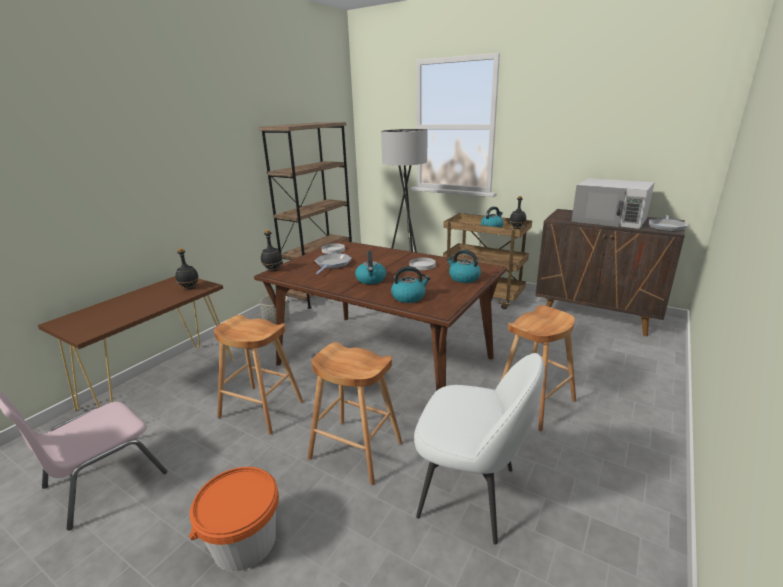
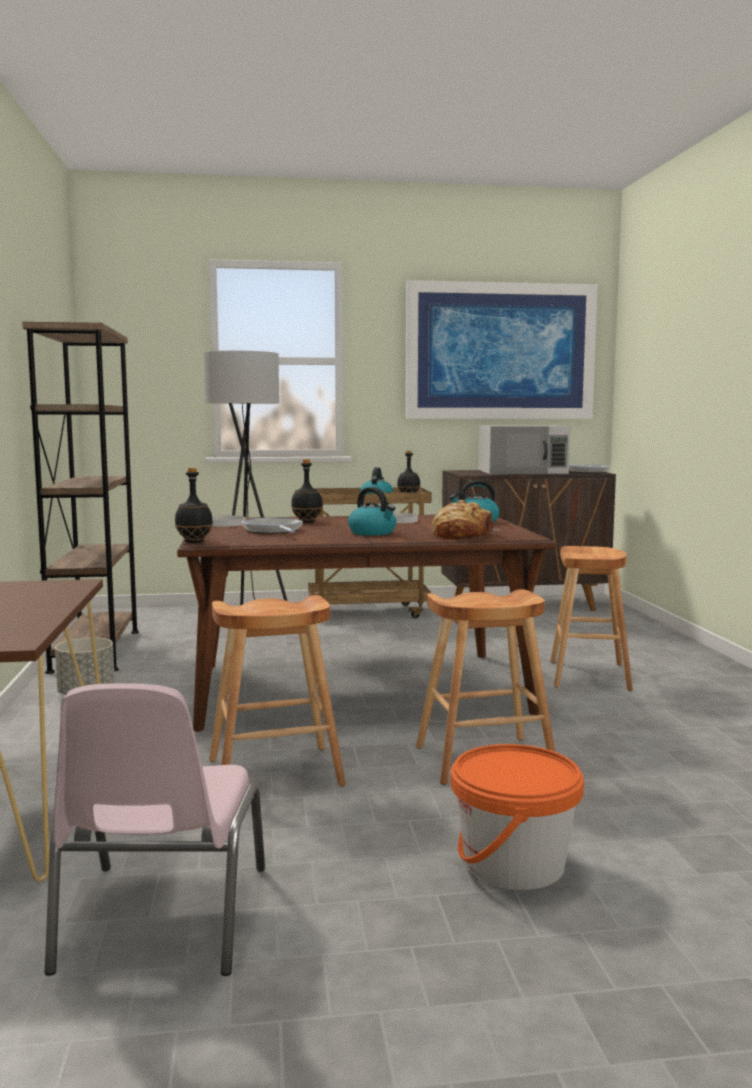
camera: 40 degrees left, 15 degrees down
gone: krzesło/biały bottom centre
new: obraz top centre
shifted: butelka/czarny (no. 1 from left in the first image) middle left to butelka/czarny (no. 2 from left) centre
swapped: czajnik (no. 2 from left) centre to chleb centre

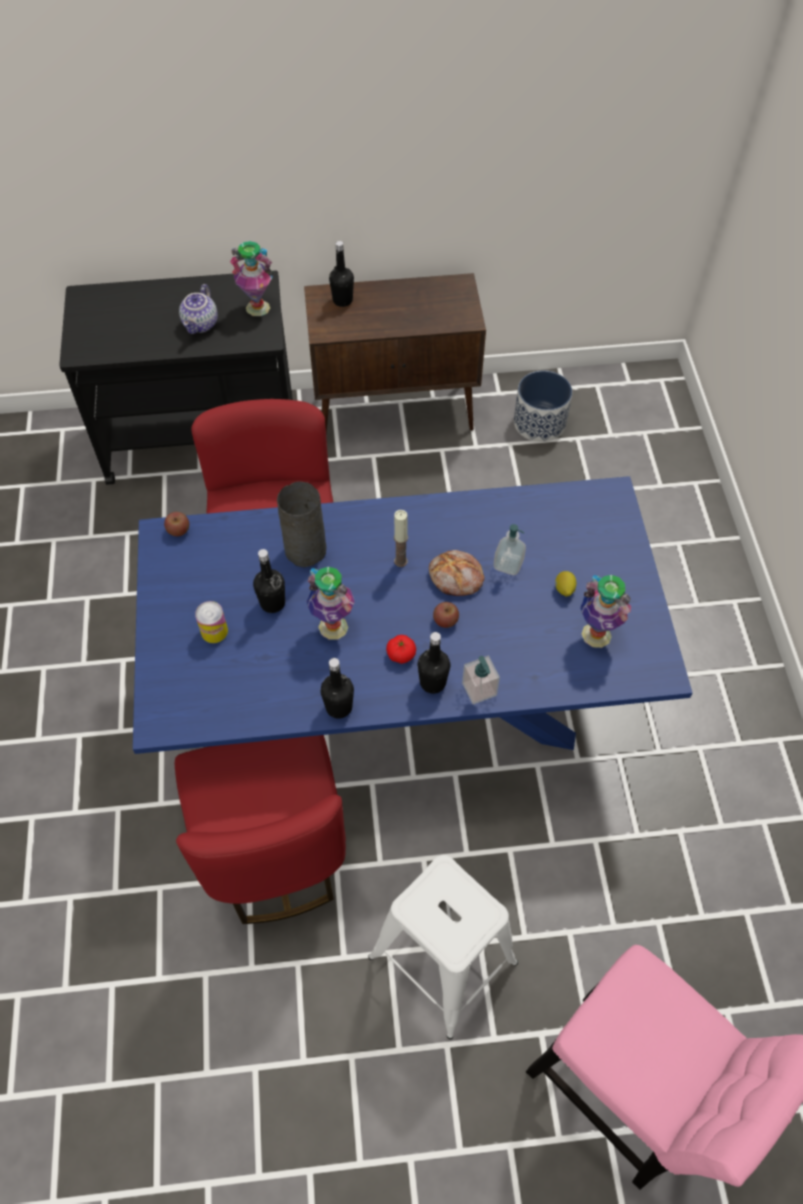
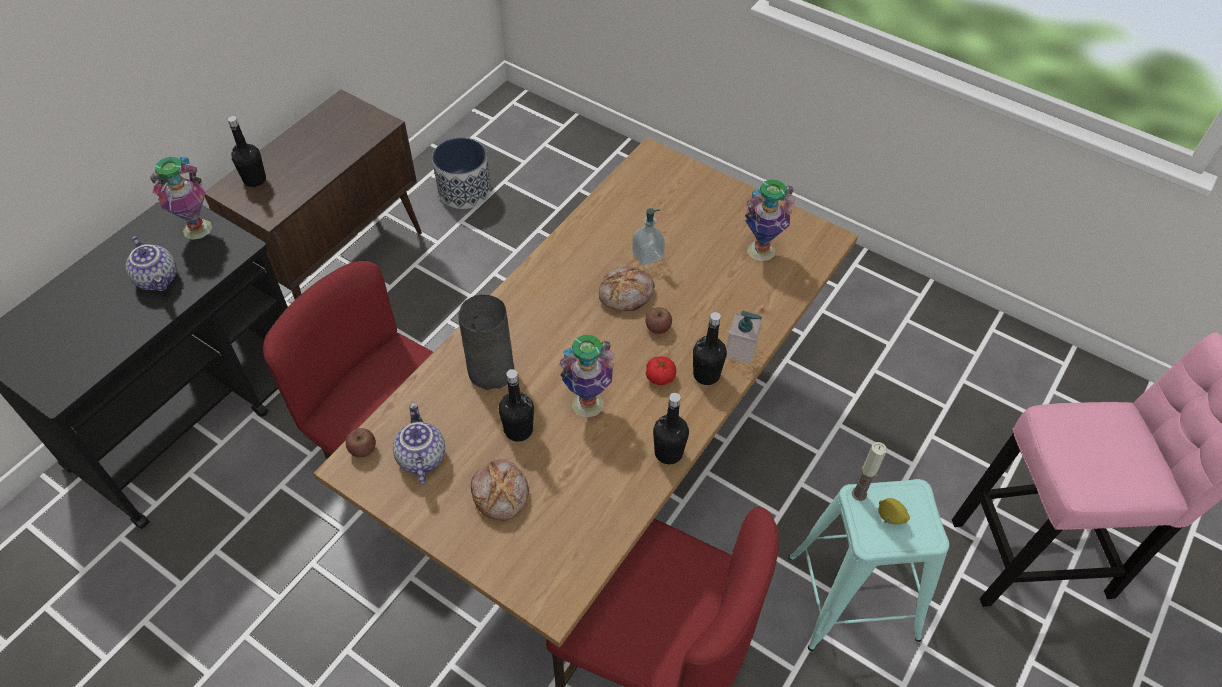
camera: 50 degrees left, 5 degrees down
new: imbryk (no. 2 from left) centre
shifted: świeca centre to bottom right; cytryna middle right to bottom right
swapped: puszka middle left to chleb (no. 1 from left) bottom centre
repainted: stół jadalny/niebieski centre to stół jadalny/brązowy centre; stołek/biały bottom centre to stołek/turkusowy bottom right

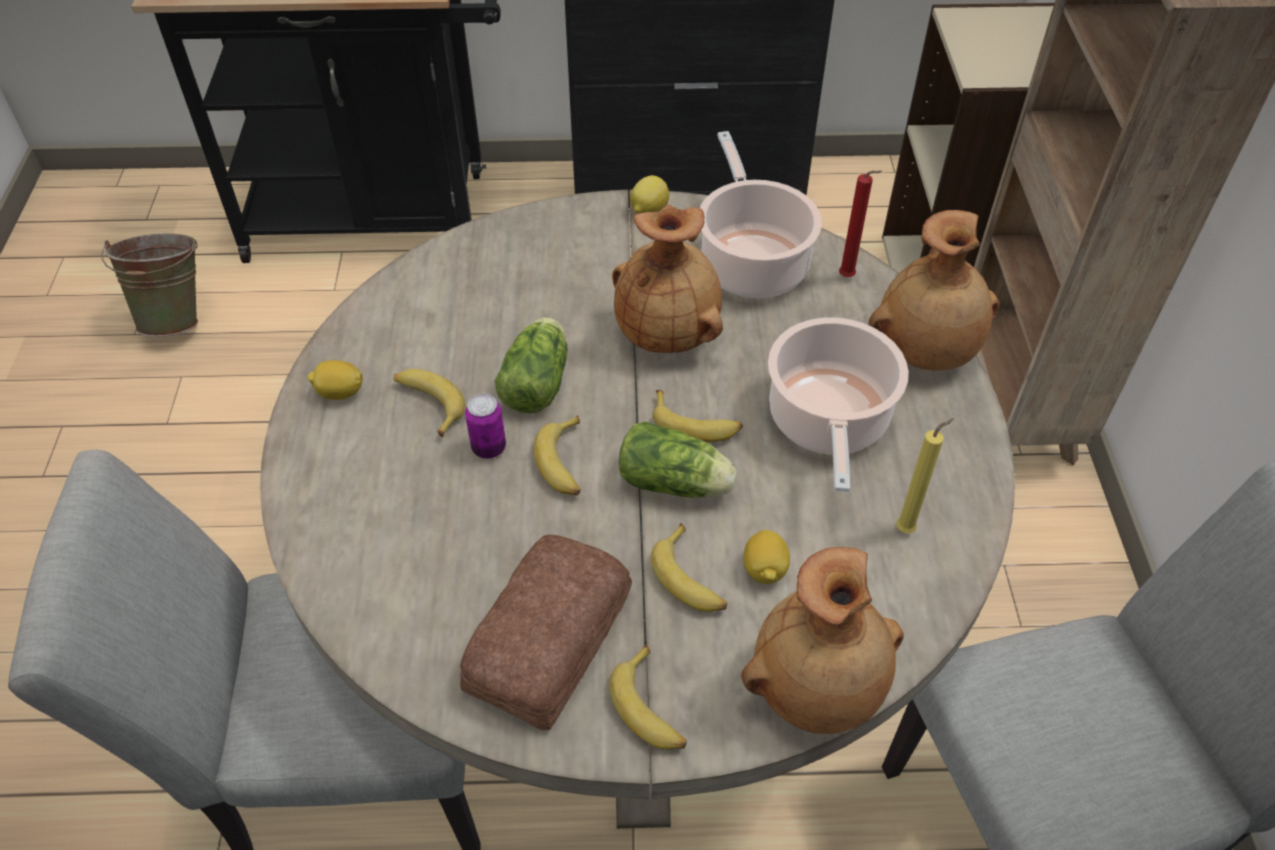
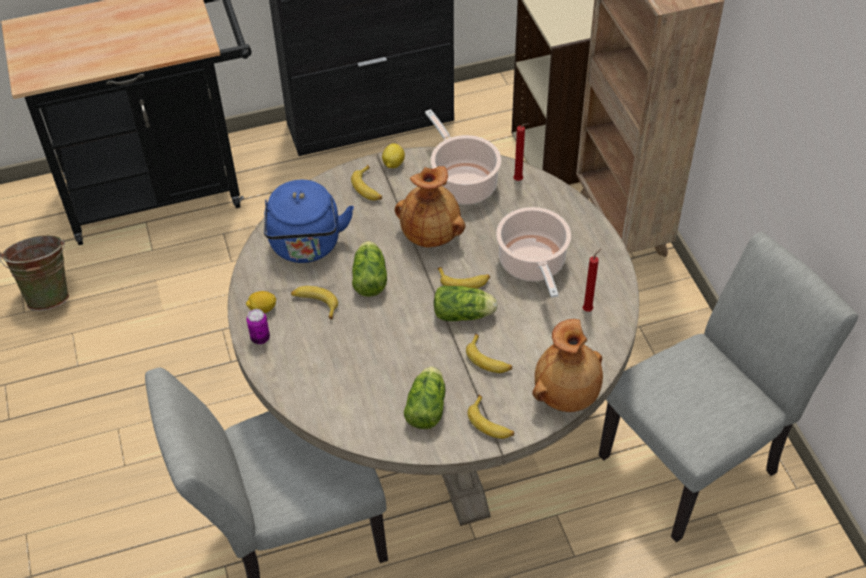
camera: 15 degrees left, 0 degrees up
gone: cytryna (no. 3 from left) centre; wazon/brązowy (no. 3 from left) middle right
new: czajnik/niebieski centre
shifted: puszka centre to middle left; banan (no. 2 from left) centre to top centre
swapped: chleb bottom centre to sałata (no. 2 from left) bottom centre
repainted: świeca/żółty middle right to świeca/czerwony (no. 2 from left) middle right

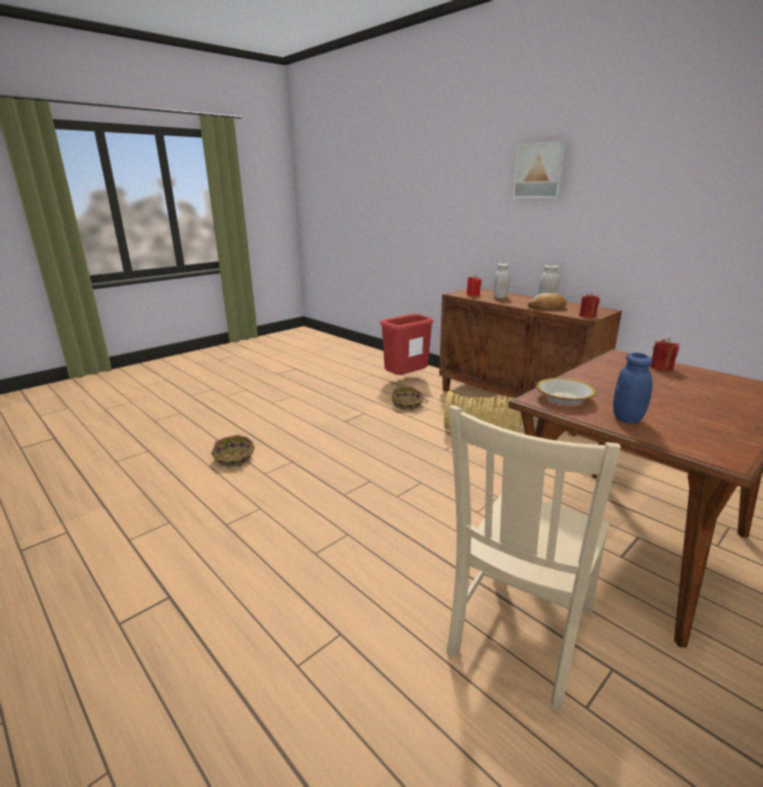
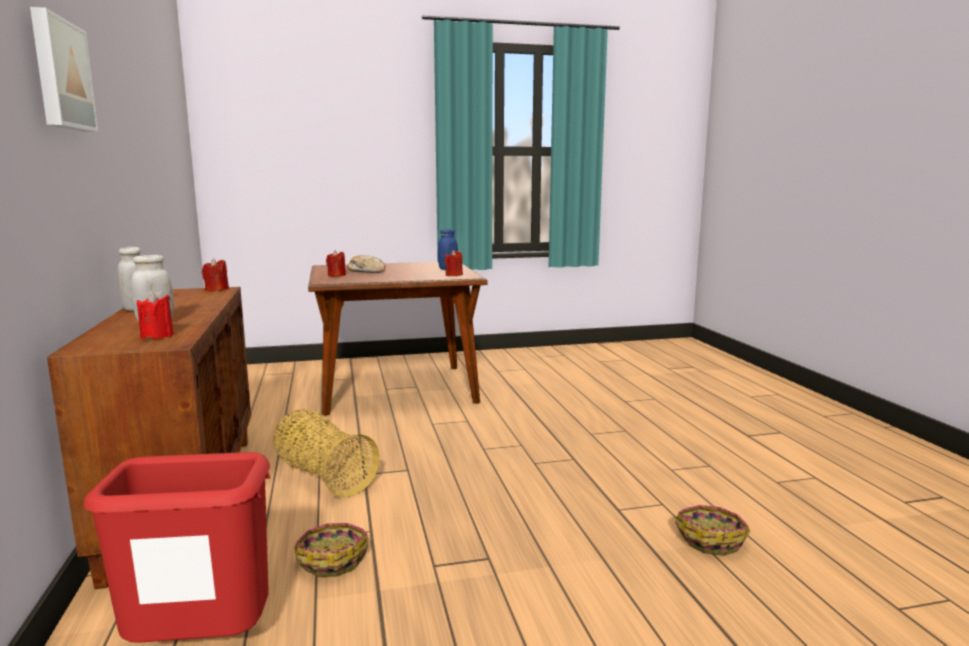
camera: 150 degrees left, 10 degrees down
gone: krzesło/beżowy bottom right
shifted: chleb middle right to centre
swapped: miska middle right to świeca/czerwony (no. 4 from left) centre

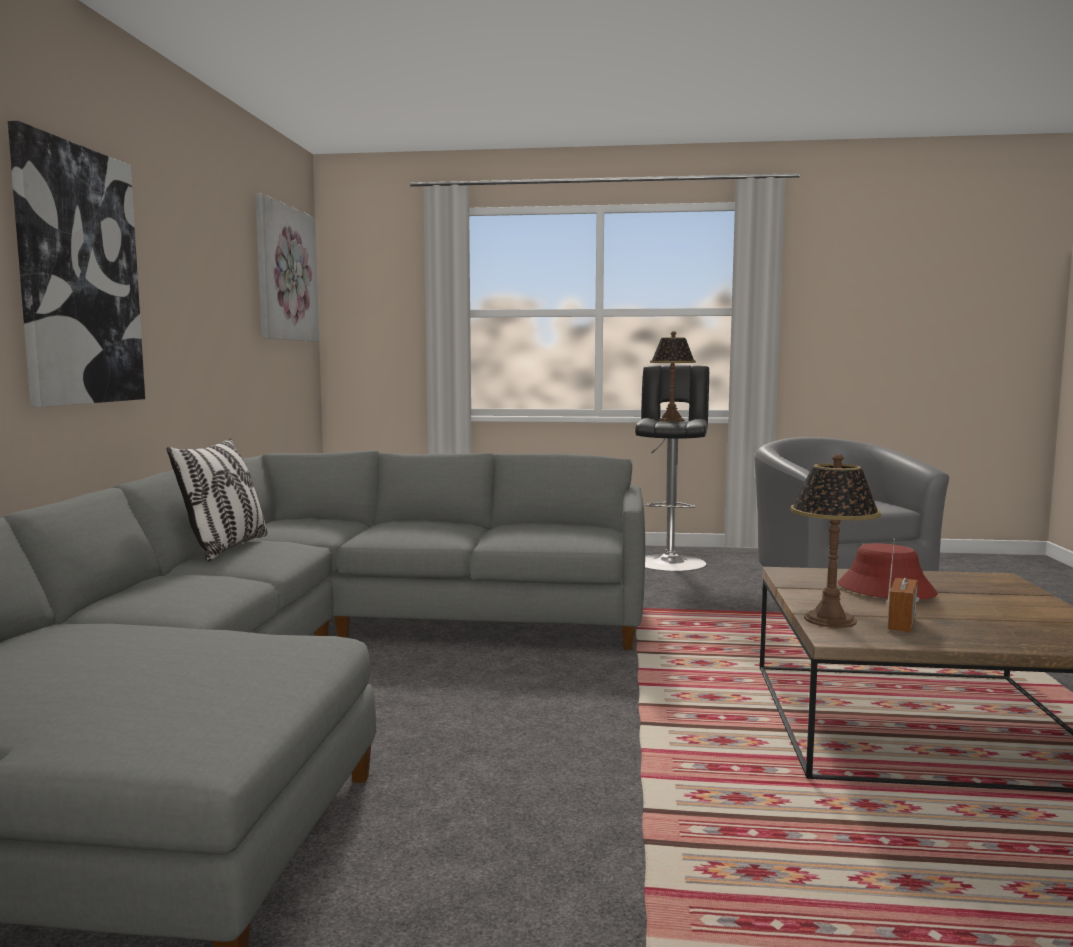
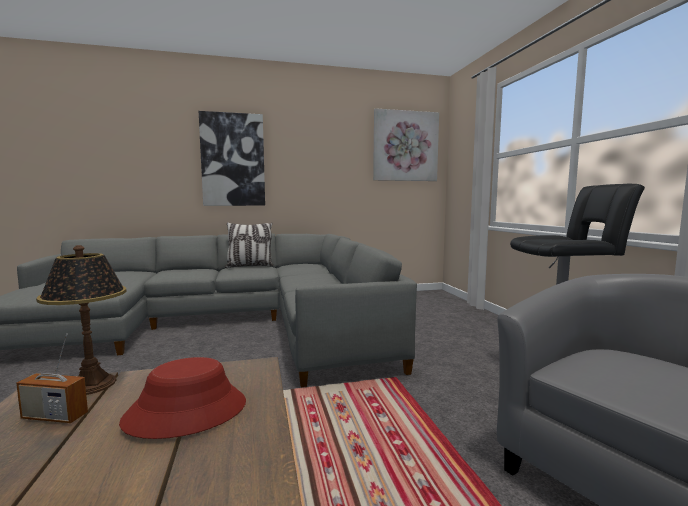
camera: 70 degrees right, 0 degrees up
gone: lampa stołowa (no. 1 from left) centre

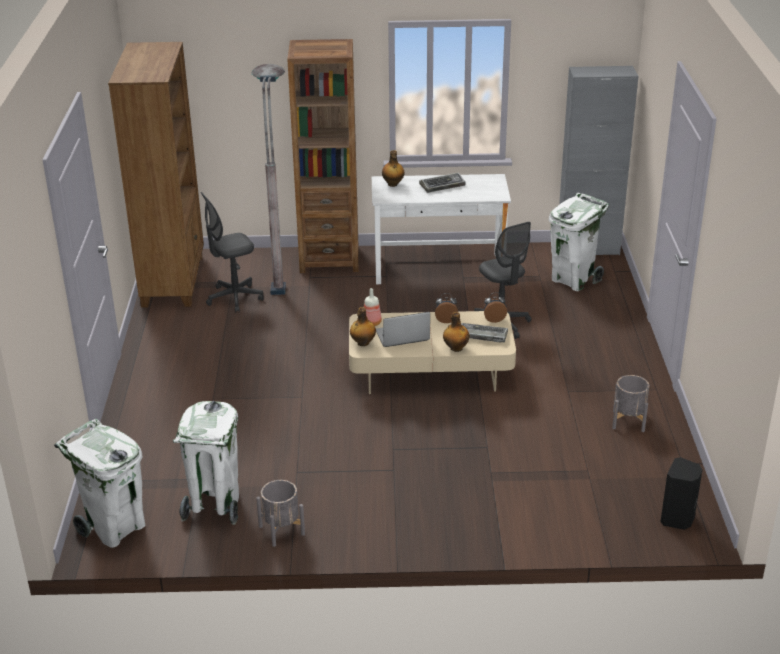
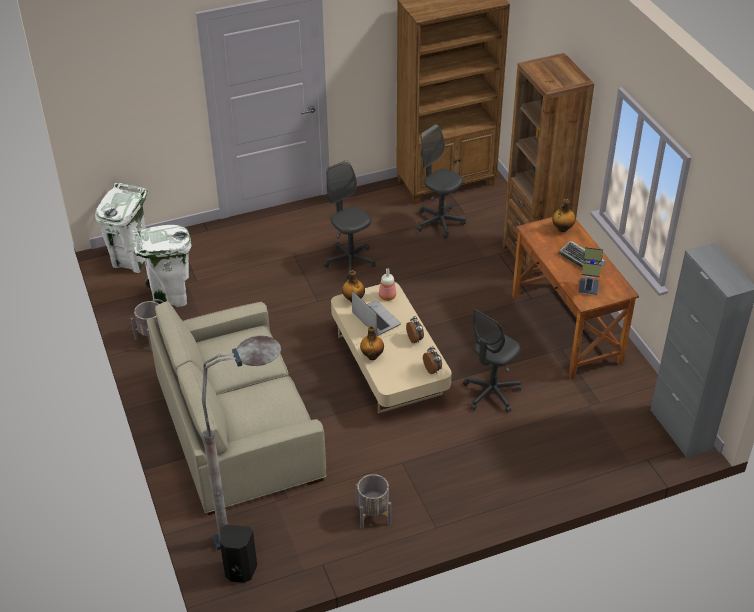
camera: 70 degrees right, 10 degrees up
gone: klawiatura (no. 2 from left) centre; kosz na śmieci/biały (no. 3 from left) middle right
new: kanapa/beżowy bottom left; krzesło biurowe/szary (no. 1 from left) centre; lampa stołowa middle right
shifted: lampa stojąca/szary top centre to bottom left
repainted: biurko/biały centre to biurko/brązowy middle right

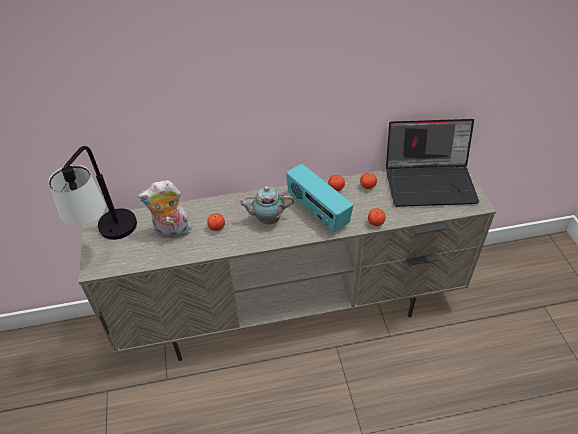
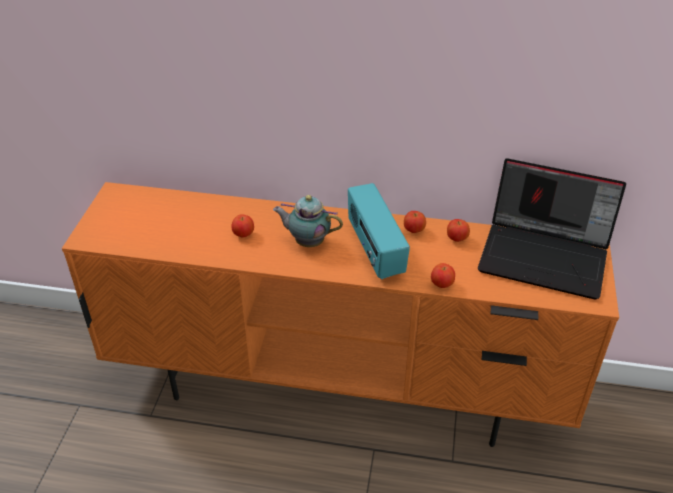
camera: 20 degrees right, 5 degrees down
gone: lampa stołowa middle left; pluszak middle left
repainted: szafka pod telewizor/beżowy centre to szafka pod telewizor/pomarańczowy centre

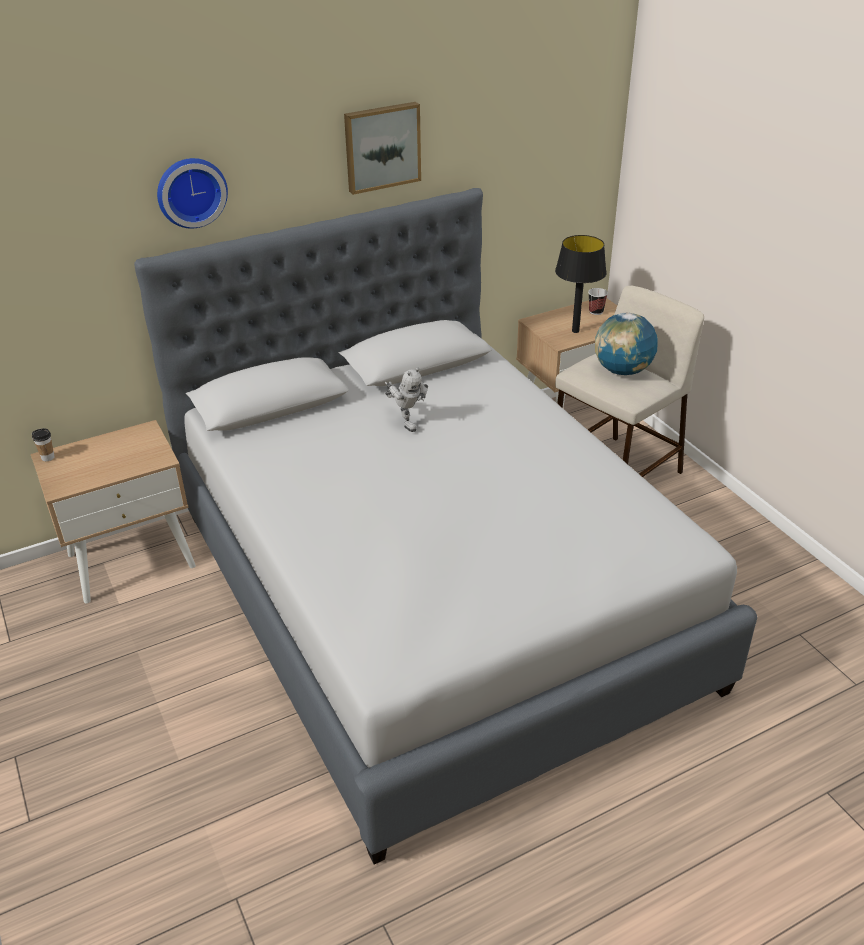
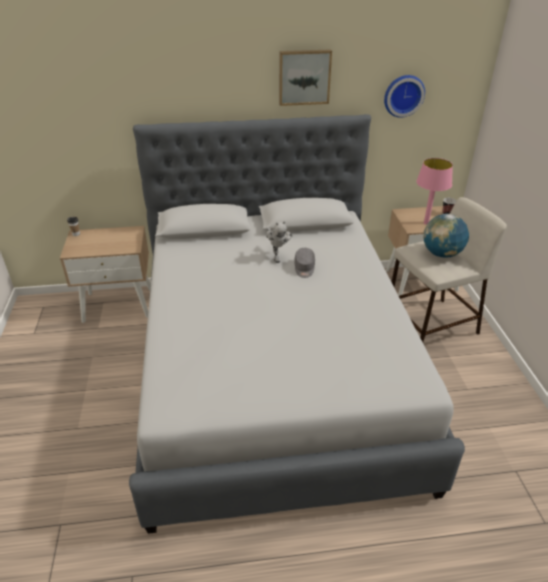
camera: 20 degrees right, 0 degrees up
new: czapka z daszkiem/szary centre
shifted: zegar ścienny top left to top right
repainted: lampa stołowa/czarny top right to lampa stołowa/różowy top right

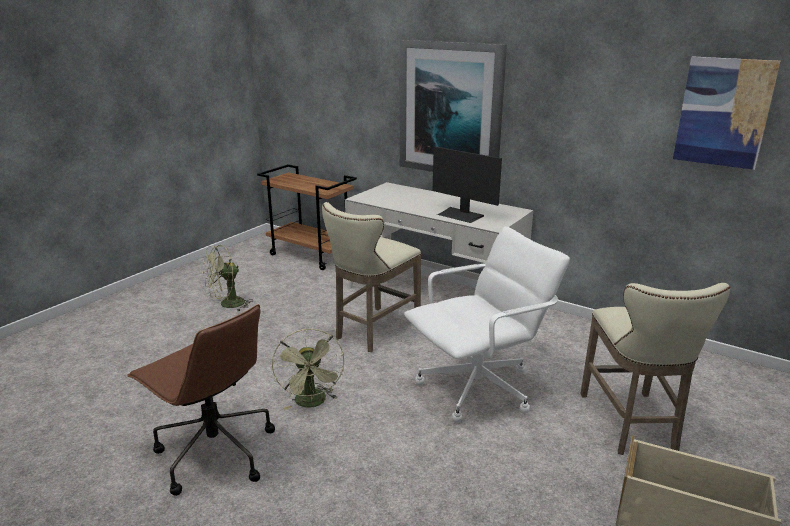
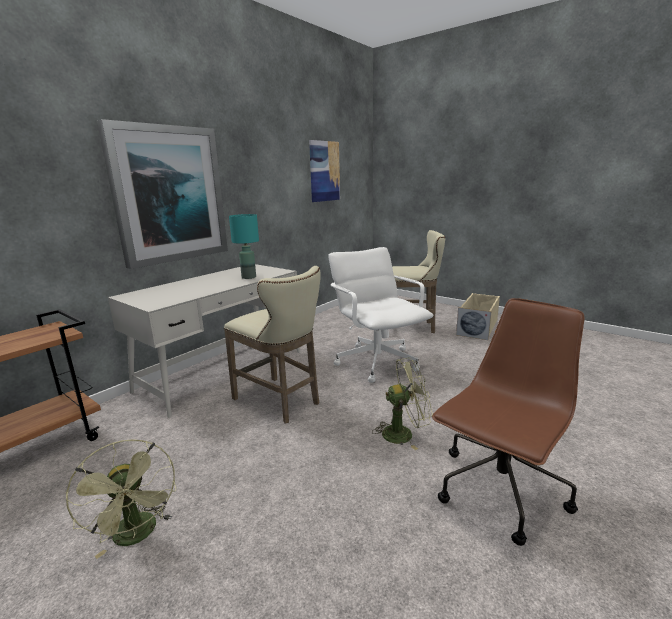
camera: 85 degrees left, 5 degrees down
swapped: monitor centre to lampa stołowa/turkusowy centre

